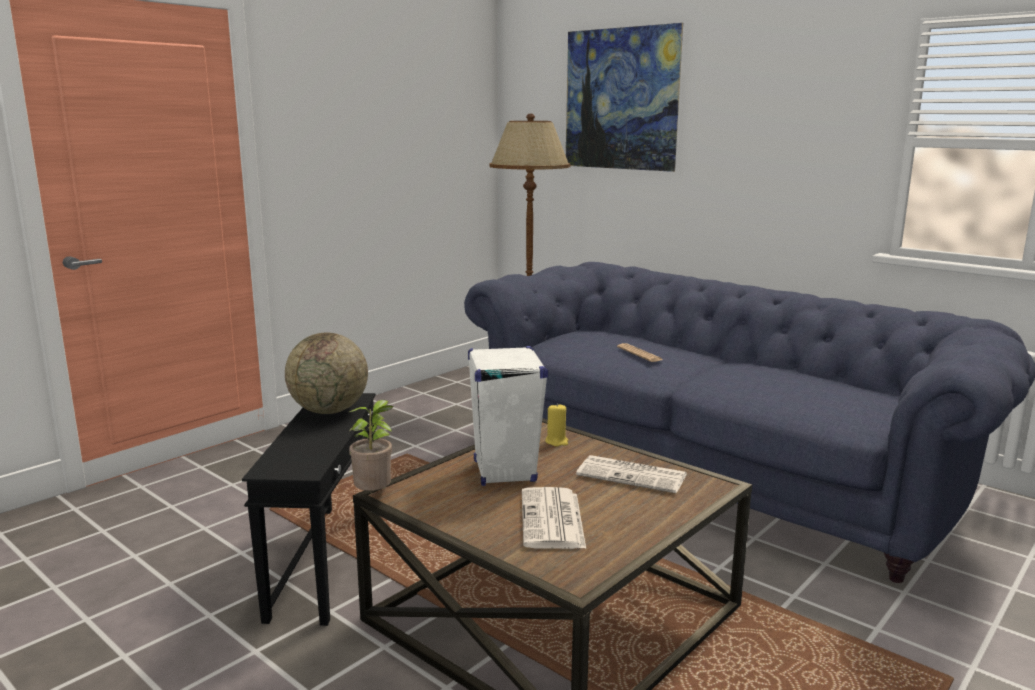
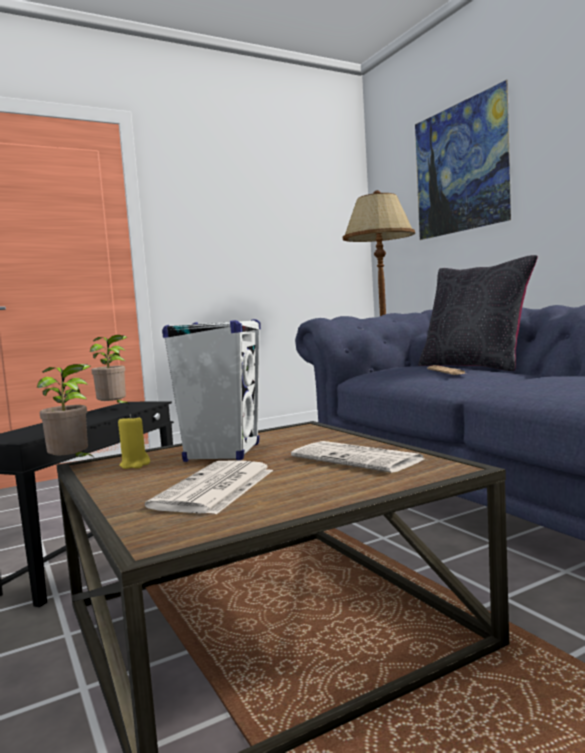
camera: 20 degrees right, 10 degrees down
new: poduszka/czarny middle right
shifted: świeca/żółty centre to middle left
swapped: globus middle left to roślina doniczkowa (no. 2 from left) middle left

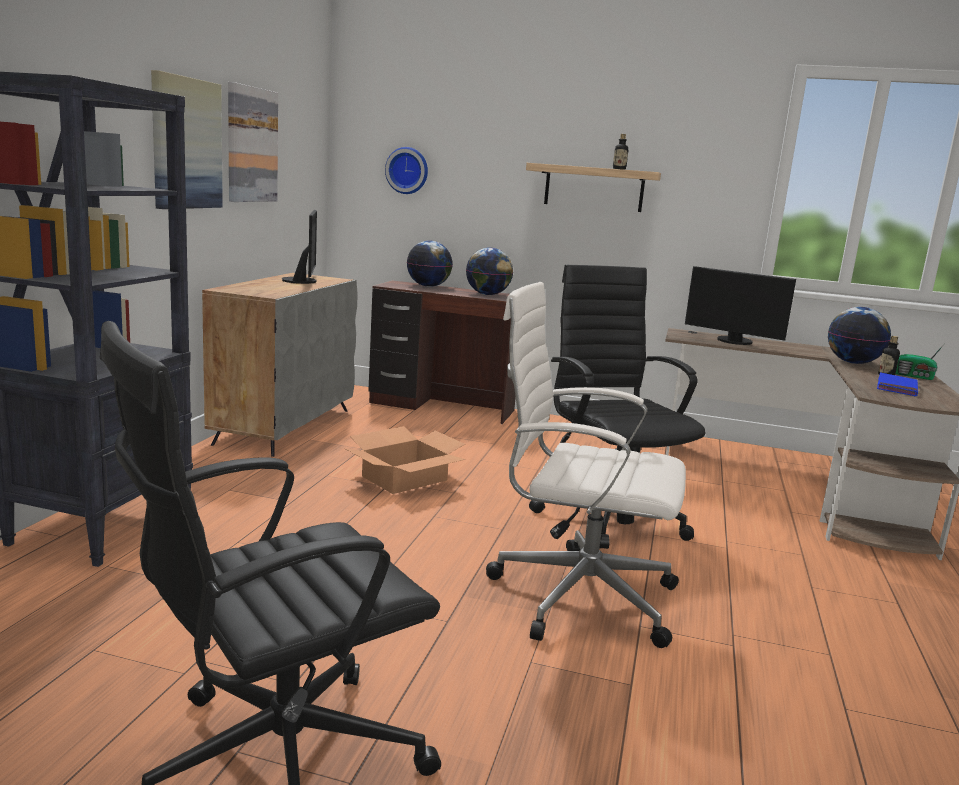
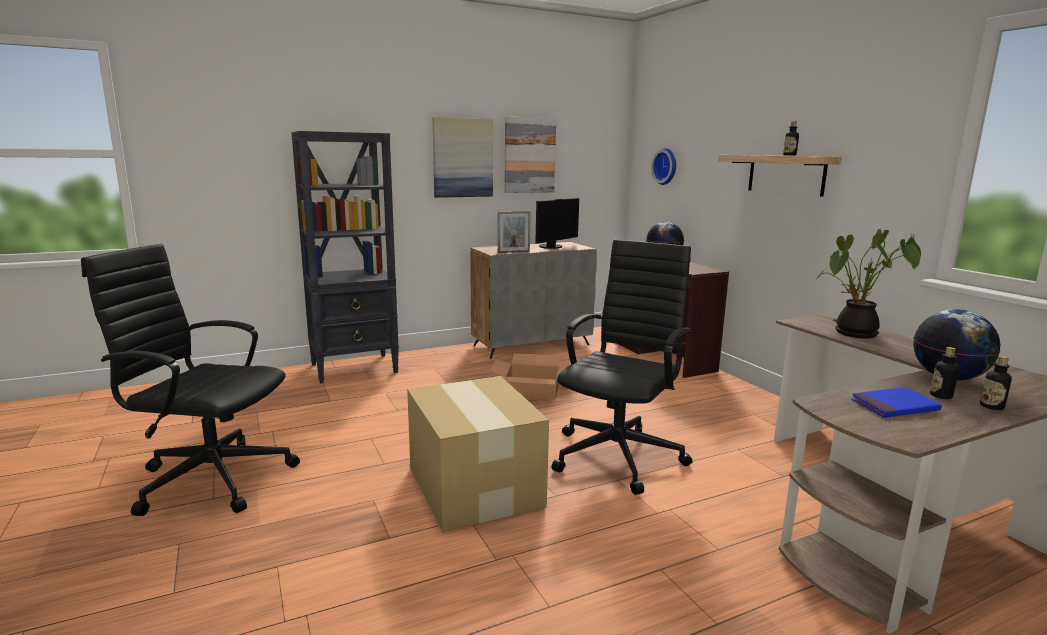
camera: 50 degrees right, 0 degrees up
gone: globus (no. 2 from left) centre
new: ramka na zdjęcie centre
swapped: krzesło biurowe/biały centre to karton (no. 1 from left) bottom centre; monitor (no. 2 from left) middle right to roślina doniczkowa middle right; radio middle right to butelka (no. 3 from left) middle right

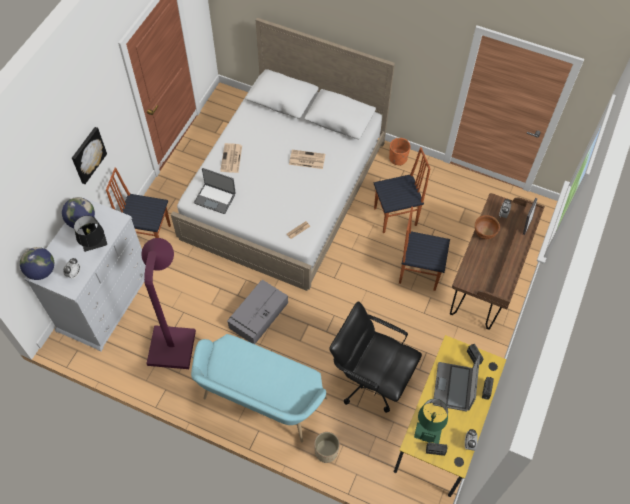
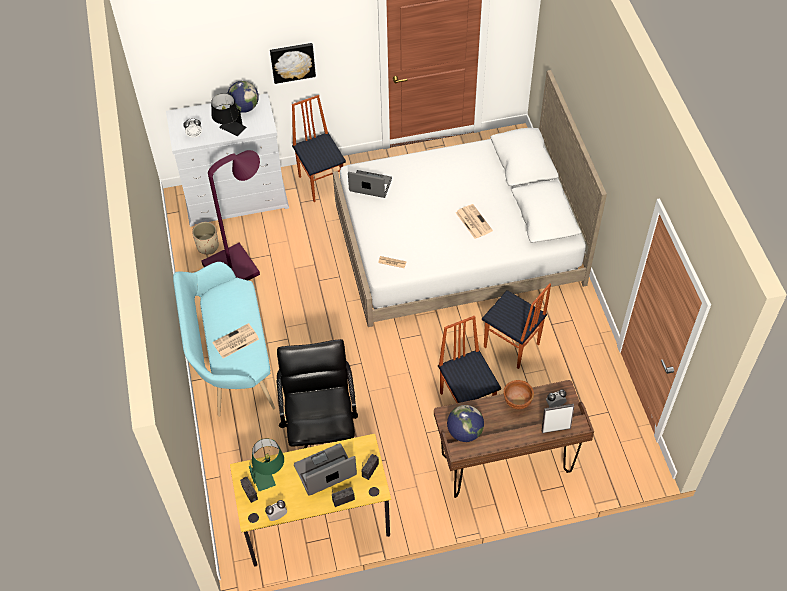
camera: 55 degrees right, 5 degrees down
gone: pojemnik do przechowywania/szary centre; donica/pomarańczowy top centre
shifted: globus (no. 1 from left in the first image) middle left to globus (no. 2 from left) bottom centre; gazeta (no. 1 from left) top centre to middle left; donica/beżowy bottom centre to middle left
rotated: laptop (no. 1 from left in the first image) centre = top centre 120 degrees clockwise

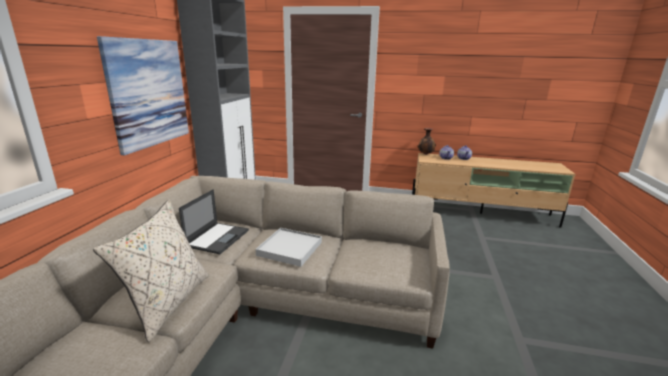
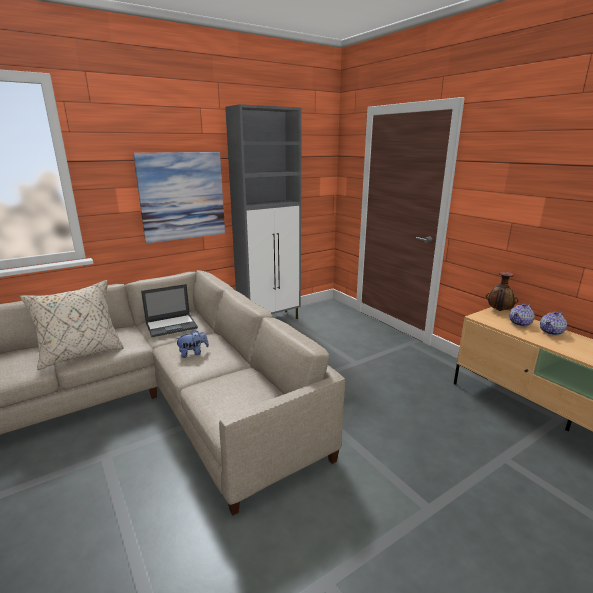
camera: 45 degrees right, 0 degrees up
swapped: taca/biały centre to pluszak middle left

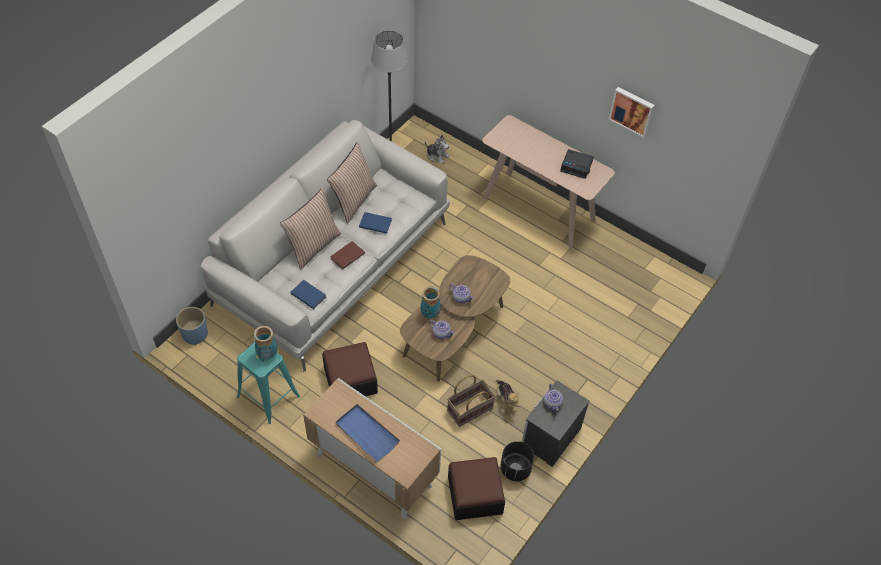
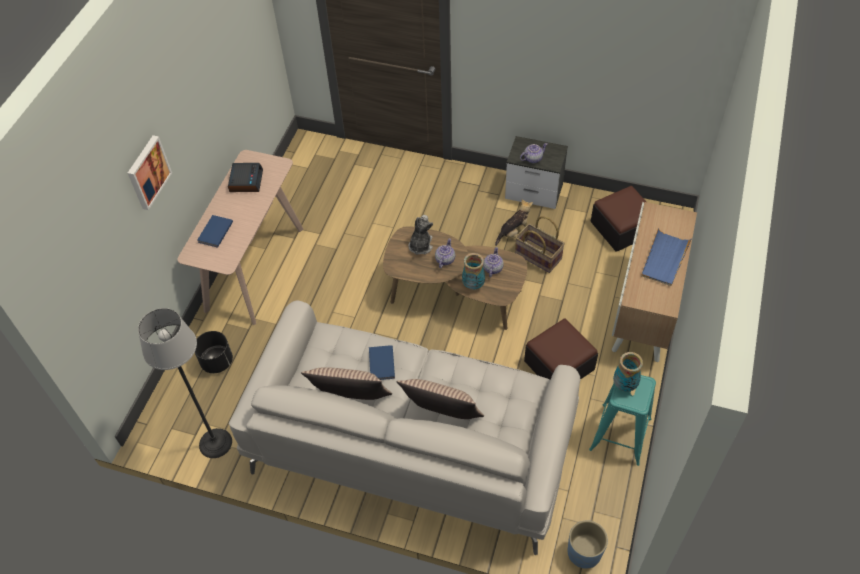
camera: 105 degrees left, 0 degrees up
gone: książka/brązowy centre
shifted: książka/niebieski (no. 1 from left) centre to middle left; pluszak (no. 1 from left) top centre to centre; donica/czarny bottom centre to middle left; obraz top right to top left

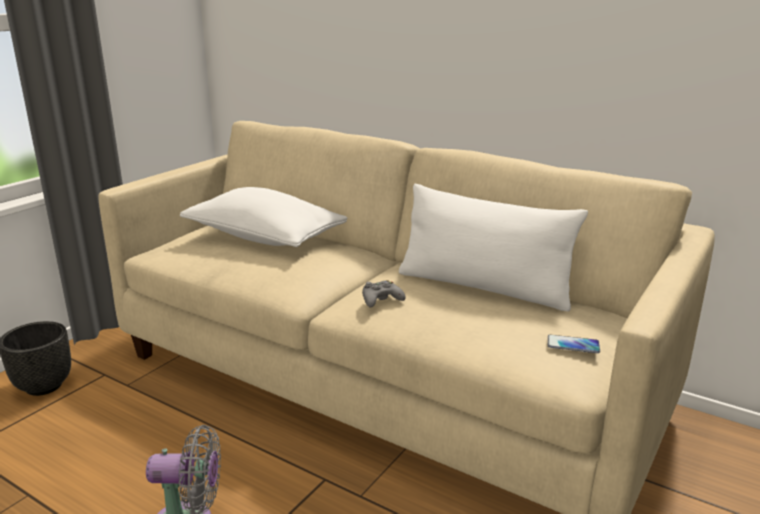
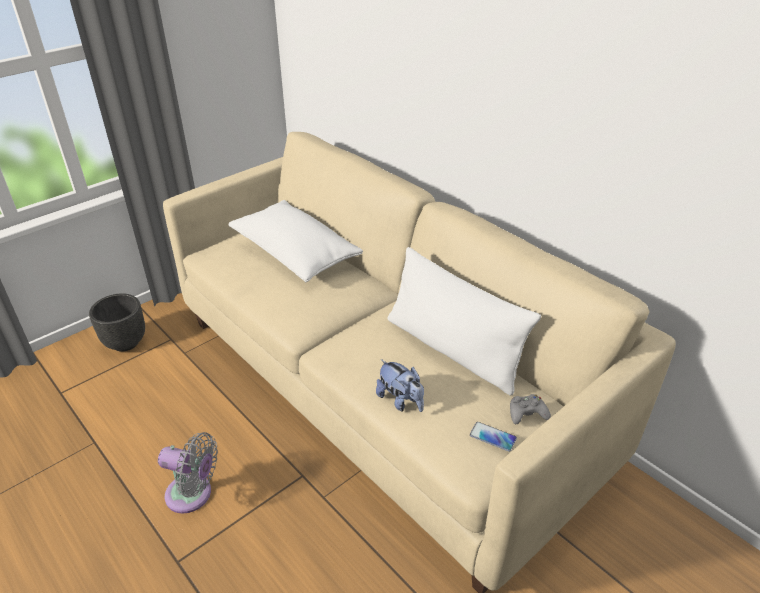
camera: 15 degrees right, 15 degrees up
new: pluszak centre
shifted: pad do gier/szary centre to bottom right

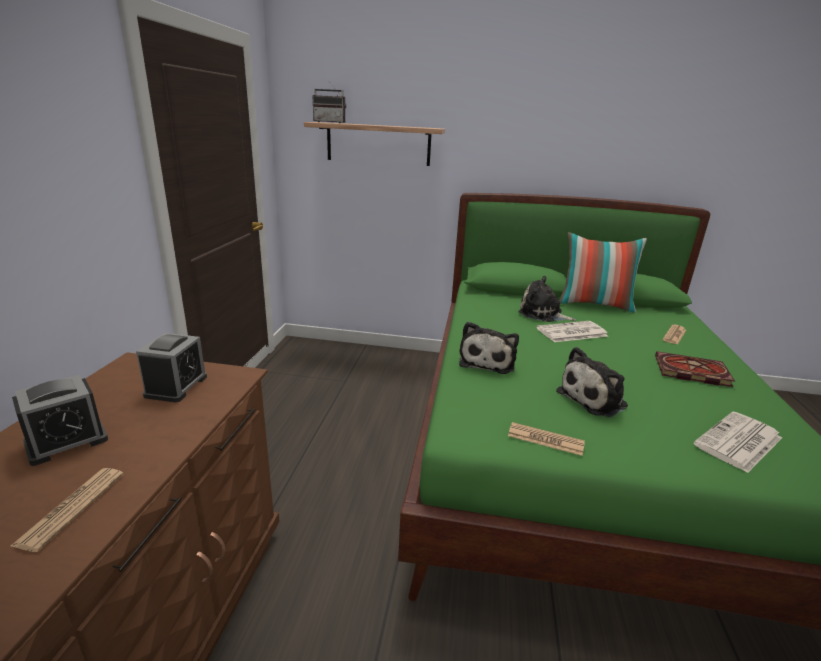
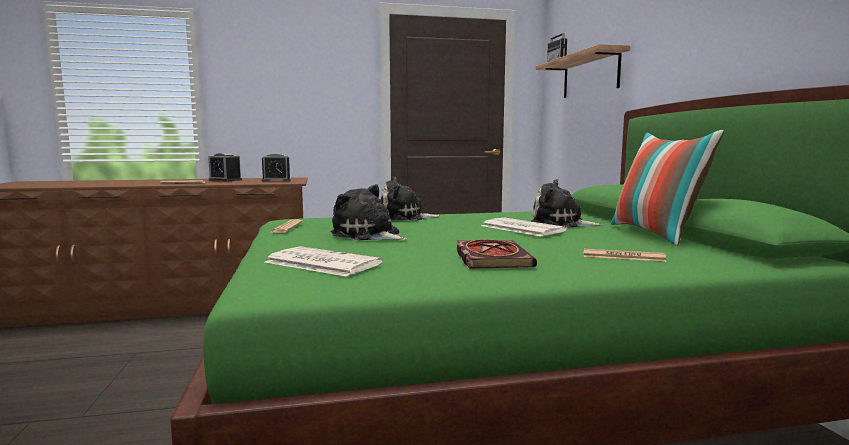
camera: 70 degrees right, 15 degrees down
rotated: pluszak (no. 2 from left in the first image) centre = middle right 75 degrees counterclockwise

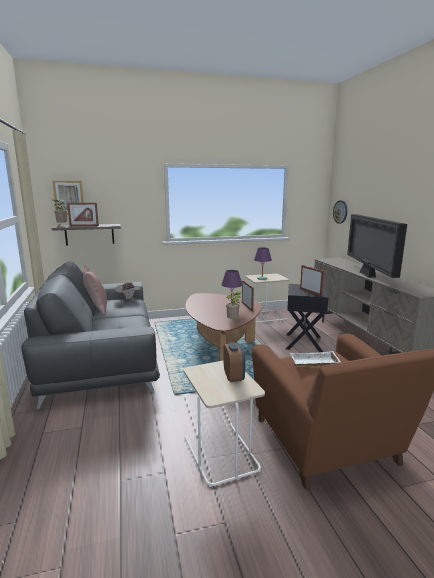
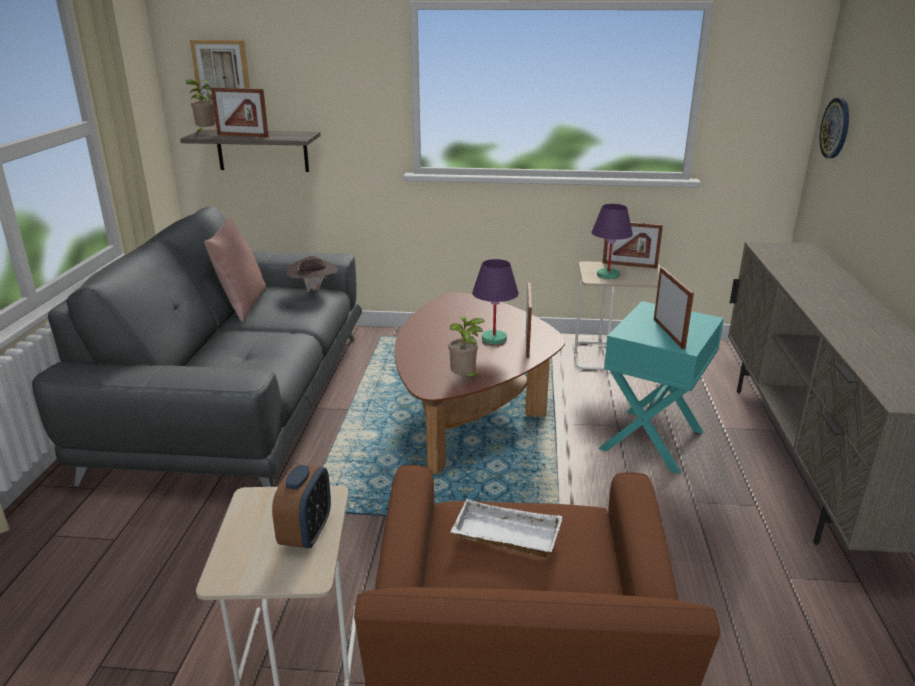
camera: 20 degrees right, 10 degrees up
gone: telewizor middle right
new: ramka na zdjęcie (no. 3 from left) middle right
repainted: stolik/czarny middle right to stolik/turkusowy middle right

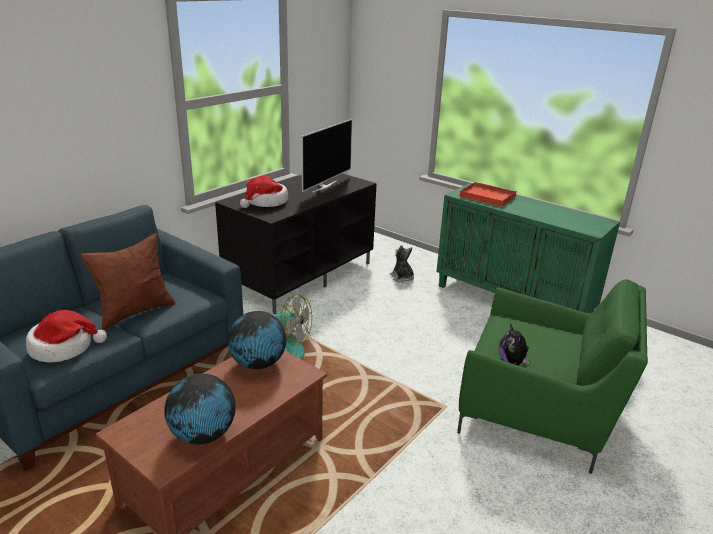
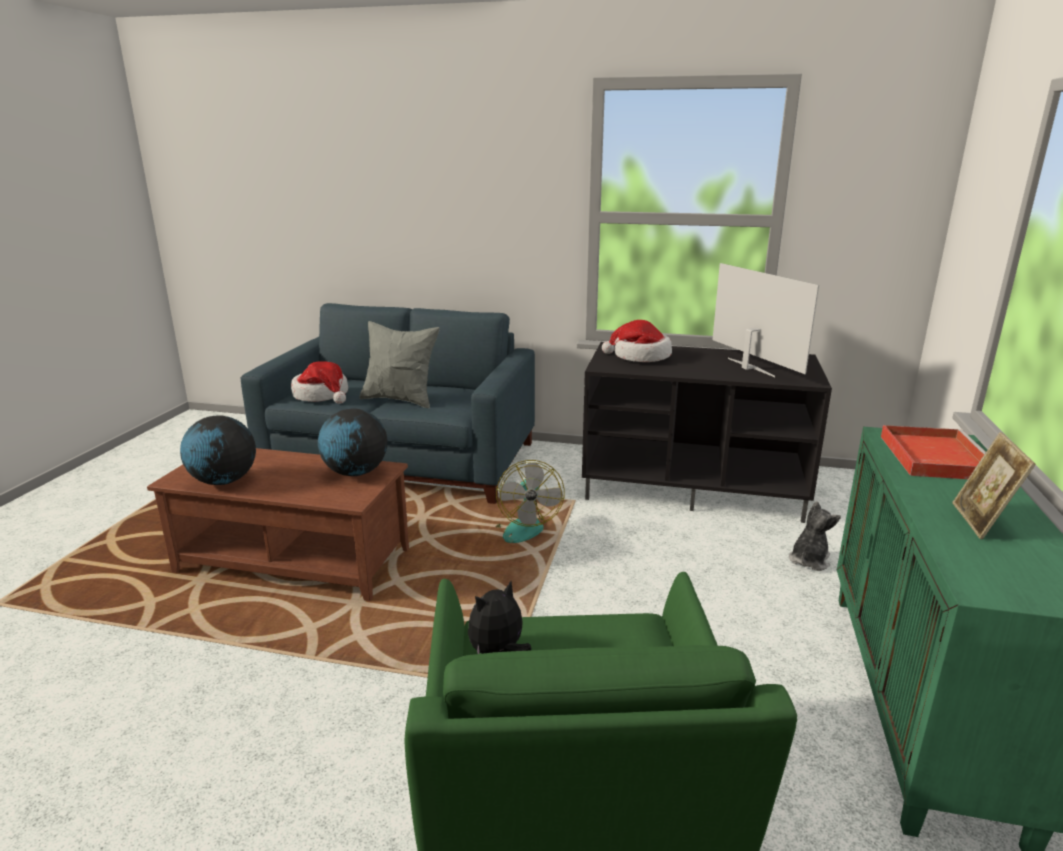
camera: 65 degrees right, 5 degrees down
new: ramka na zdjęcie middle right
repainted: poduszka/brązowy middle left to poduszka/szary centre
rotated: telewizor top centre = middle right 120 degrees counterclockwise

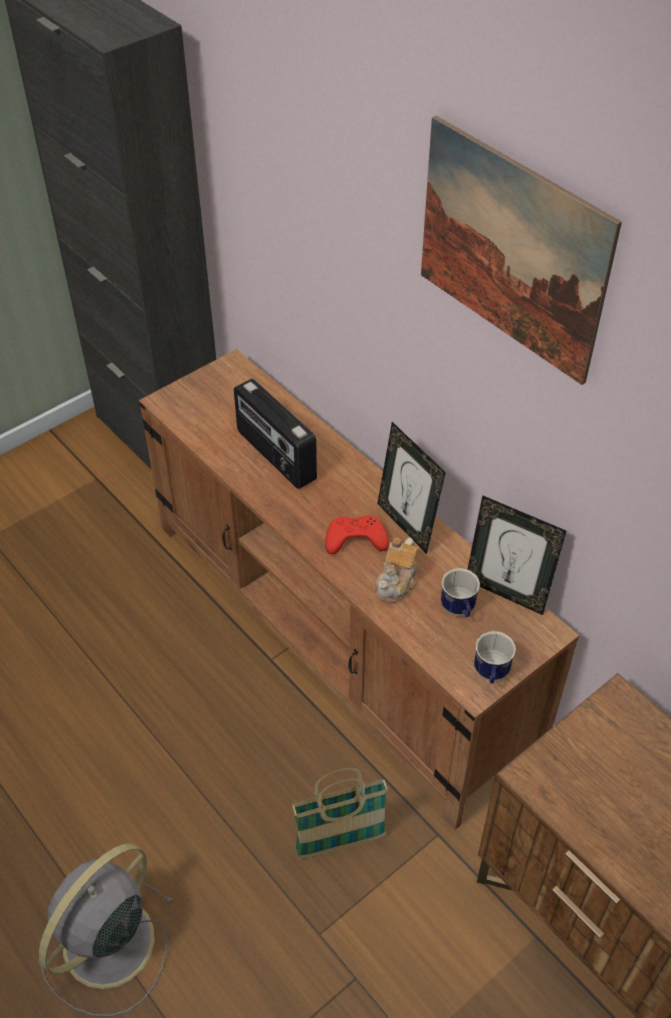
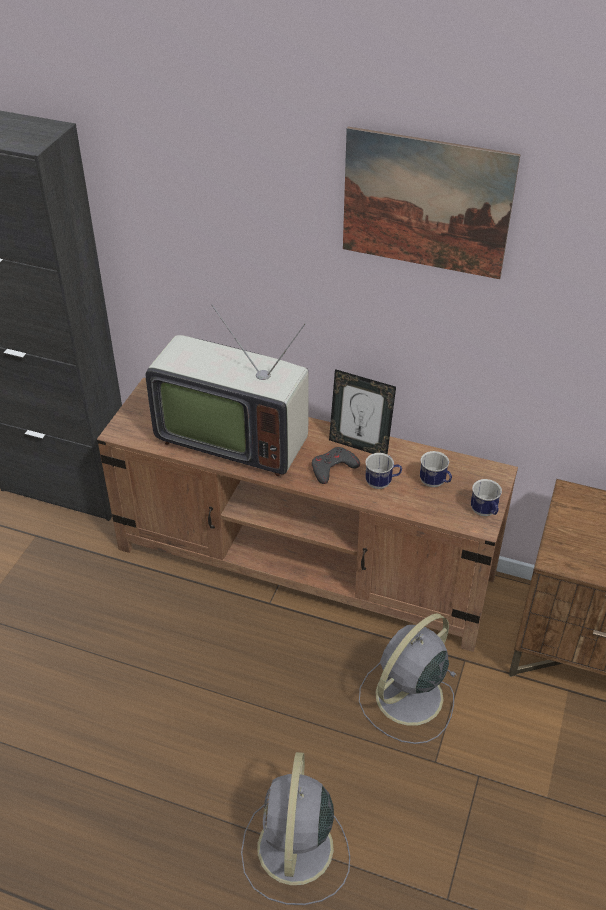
camera: 30 degrees left, 5 degrees down
gone: ramka na zdjęcie (no. 2 from left) middle right
swapped: radio centre to telewizor centre; koszyk bottom centre to wentylator/szary (no. 2 from left) bottom right; imbryk centre to kubek (no. 1 from left) centre
repainted: pad do gier/czerwony centre to pad do gier/szary centre

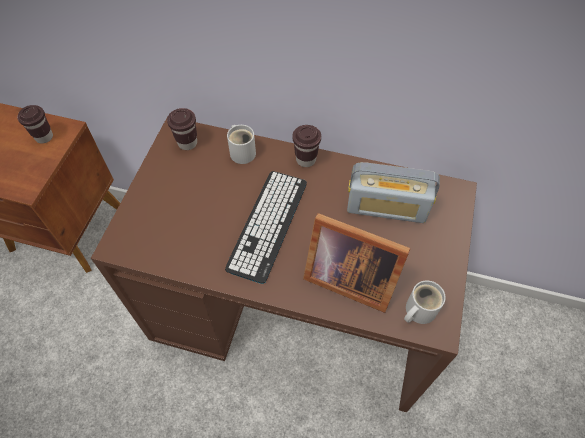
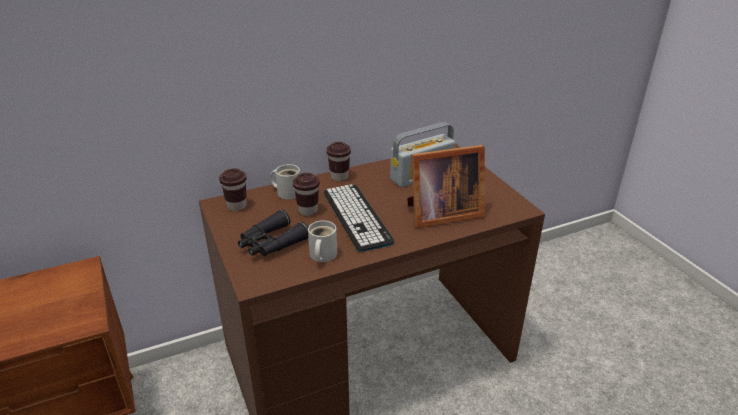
camera: 40 degrees left, 25 degrees down
new: lornetka/czarny centre
shifted: filiżanka/brązowy (no. 1 from left in the first image) top left to filiżanka/brązowy (no. 2 from left) centre; kubek/biały (no. 2 from left) bottom right to centre

